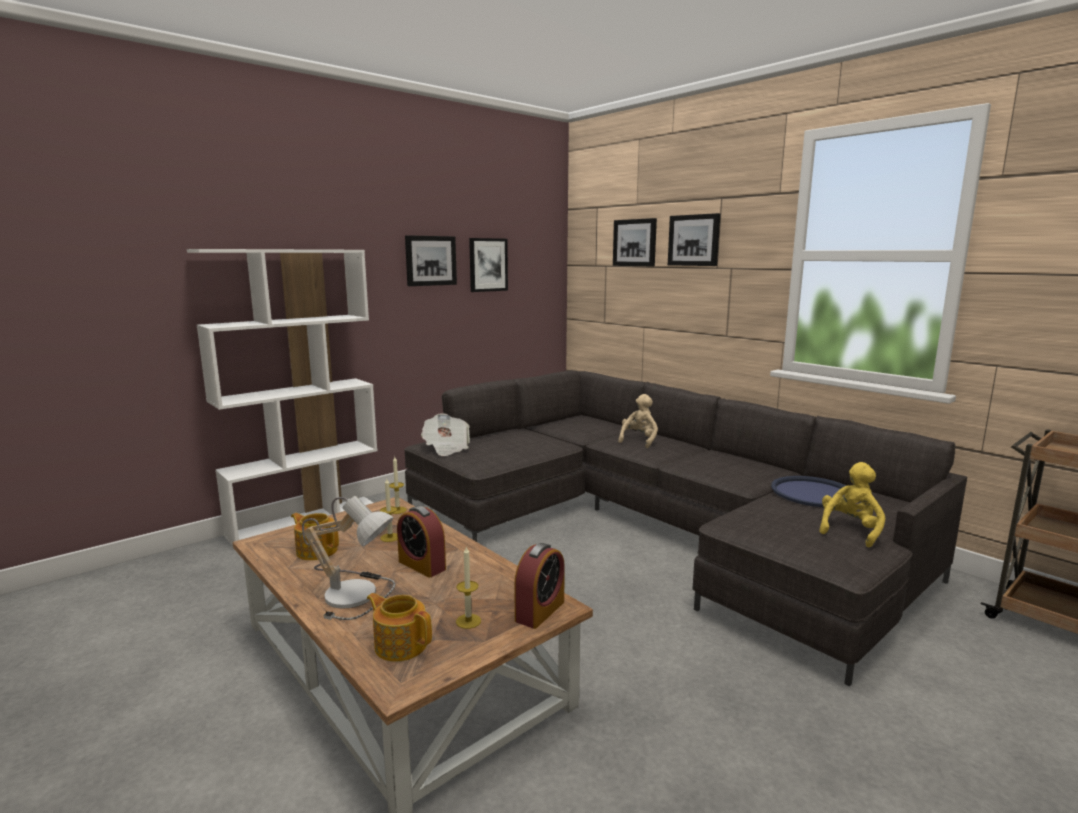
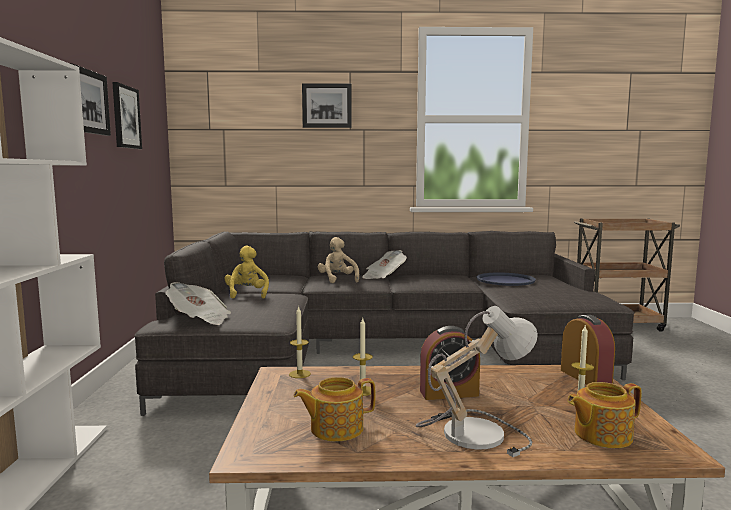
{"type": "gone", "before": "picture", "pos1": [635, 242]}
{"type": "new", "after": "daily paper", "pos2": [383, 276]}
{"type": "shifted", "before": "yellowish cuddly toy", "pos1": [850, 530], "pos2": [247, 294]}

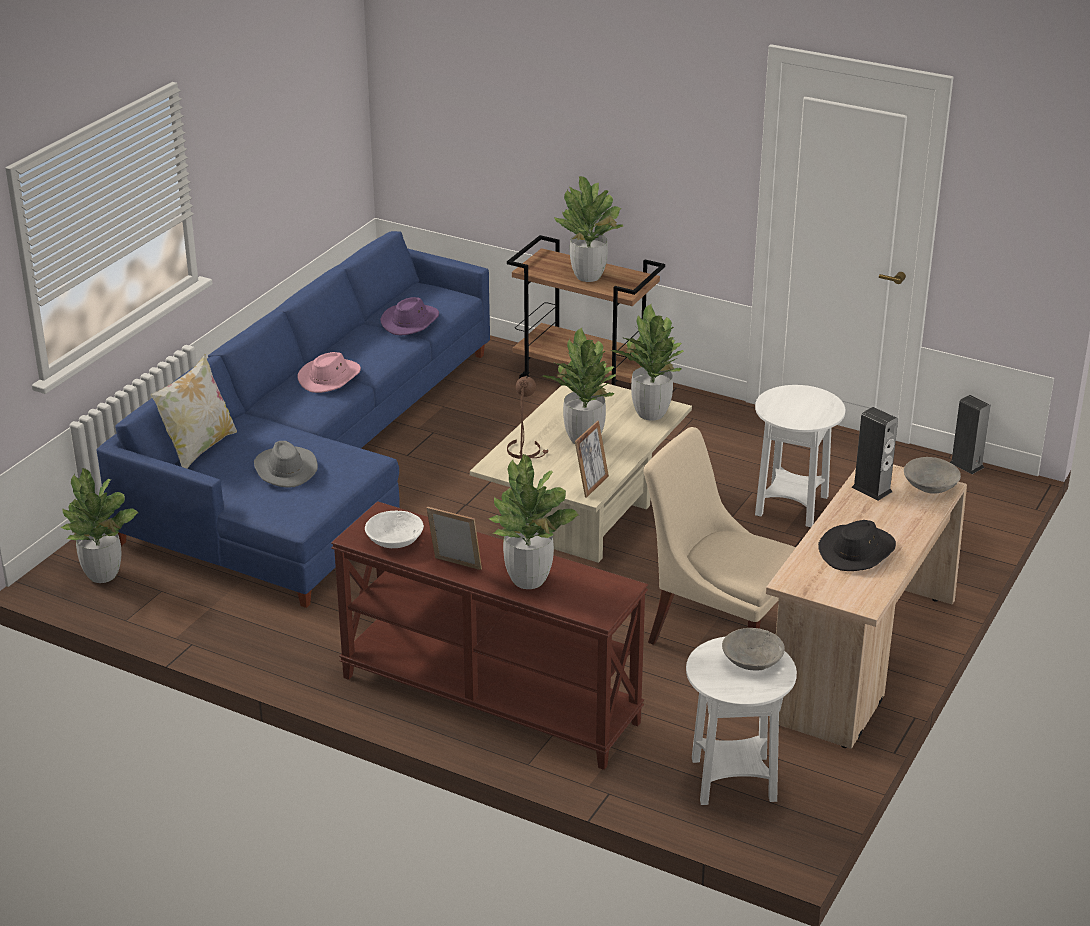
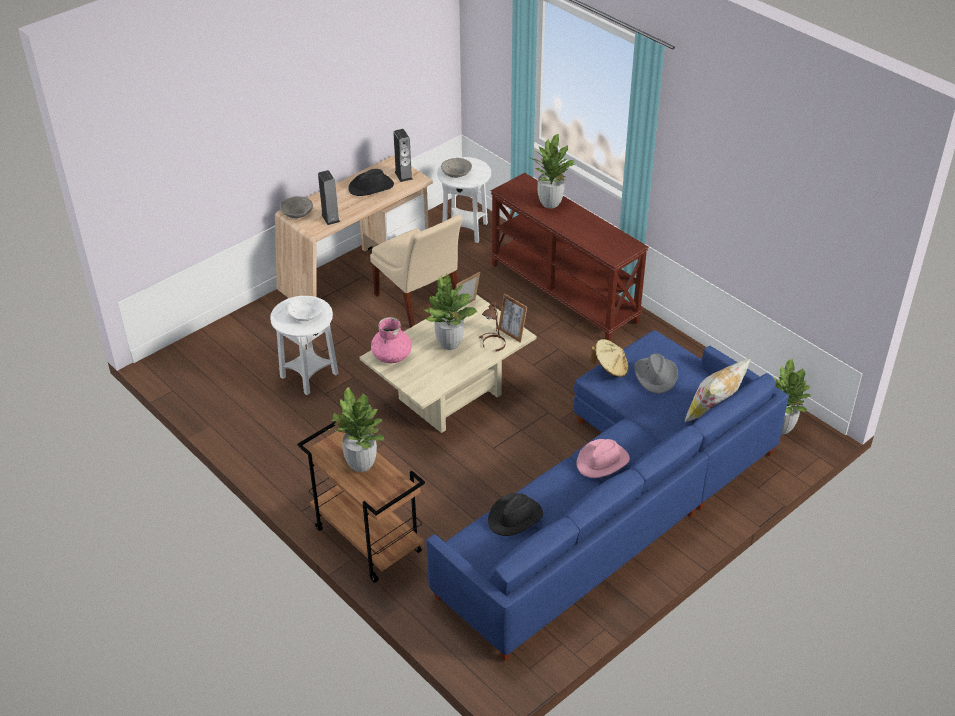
{"type": "new", "after": "beige wearable hat", "pos2": [610, 368]}
{"type": "shifted", "before": "whitish serving bowl", "pos1": [394, 541], "pos2": [306, 315]}
{"type": "shifted", "before": "standing frame", "pos1": [455, 567], "pos2": [512, 333]}
{"type": "shifted", "before": "loudspeaker", "pos1": [966, 465], "pos2": [403, 175]}
{"type": "swapped", "before": "houseplant", "after": "pink-coloured decorative vase", "pos1": [650, 413], "pos2": [392, 355]}
{"type": "repainted", "before": "purple-coloured wearable hat", "after": "black-coloured wearable hat", "pos1": [410, 321], "pos2": [515, 517]}

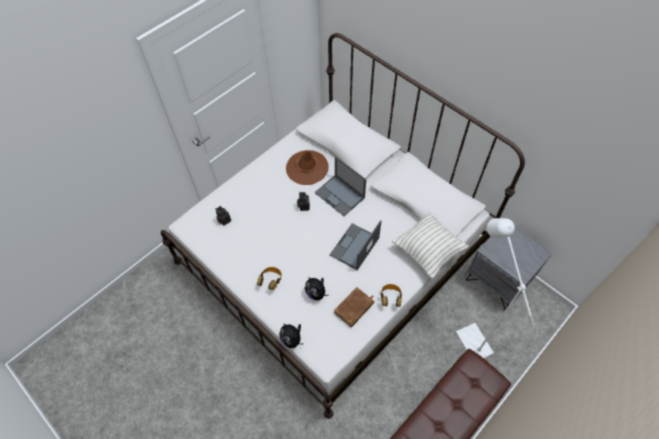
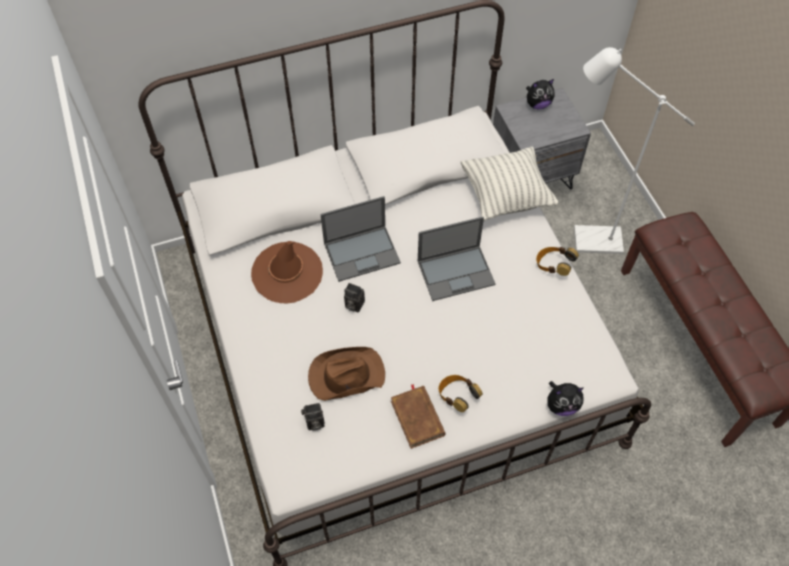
{"type": "new", "after": "brown wearable hat", "pos2": [345, 375]}
{"type": "shifted", "before": "cuddly toy", "pos1": [316, 293], "pos2": [537, 104]}
{"type": "shifted", "before": "brown bound book", "pos1": [354, 308], "pos2": [417, 418]}
{"type": "rotated", "before": "laptop", "pos1": [354, 247], "pos2": [456, 272], "turn": -75}

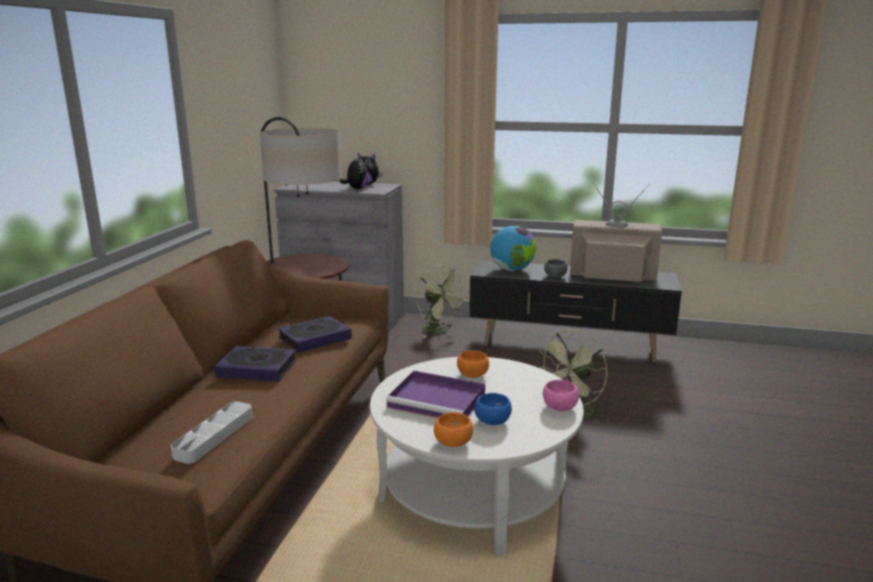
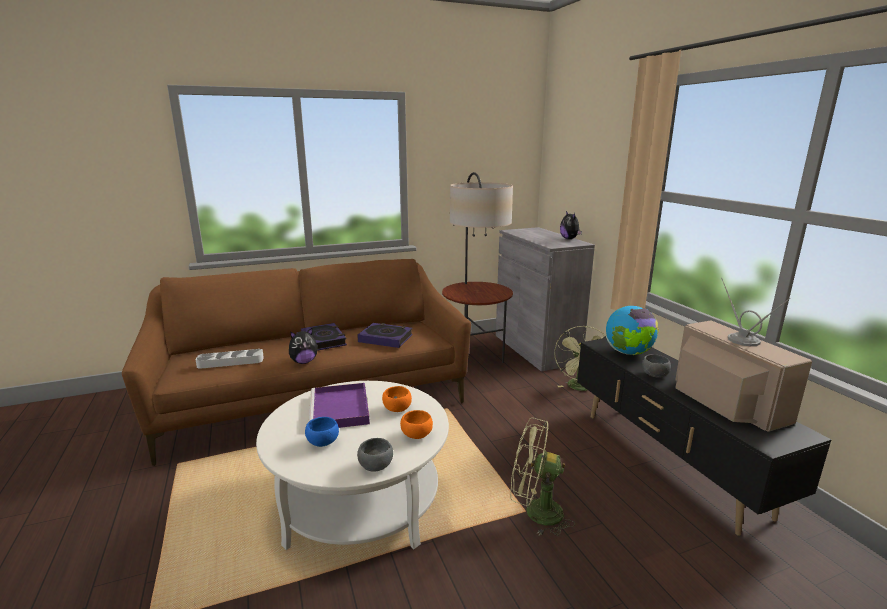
{"type": "shifted", "before": "cuddly toy", "pos1": [356, 189], "pos2": [304, 362]}
{"type": "shifted", "before": "orange-coloured serving bowl", "pos1": [454, 443], "pos2": [416, 435]}
{"type": "repainted", "before": "pink-coloured serving bowl", "after": "greyish serving bowl", "pos1": [558, 407], "pos2": [376, 465]}

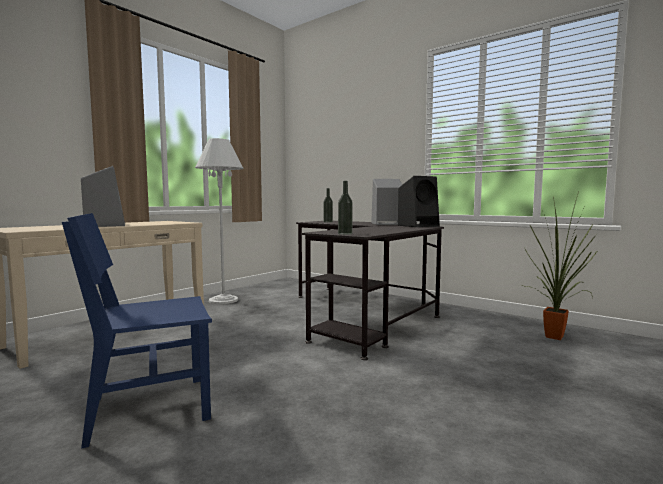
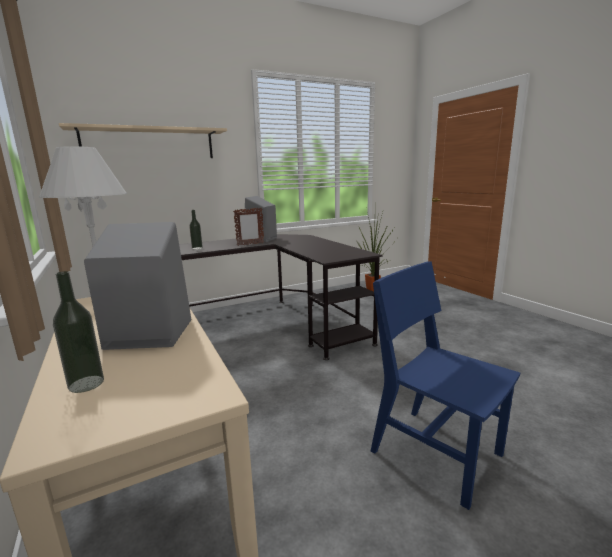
{"type": "gone", "before": "black-coloured loudspeaker", "pos1": [419, 226]}
{"type": "new", "after": "beige wall shelf", "pos2": [149, 144]}
{"type": "new", "after": "standing frame", "pos2": [250, 244]}
{"type": "shifted", "before": "drink bottle", "pos1": [345, 234], "pos2": [86, 384]}
{"type": "rotated", "before": "blue-coloured upright chair", "pos1": [149, 408], "pos2": [436, 452], "turn": 135}

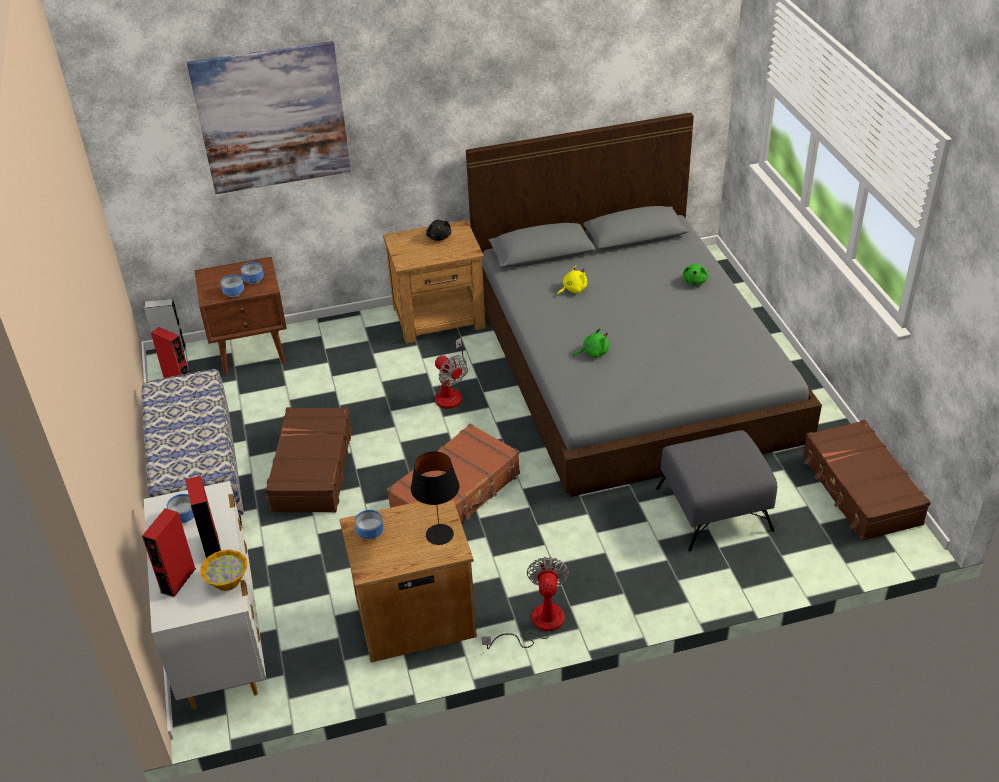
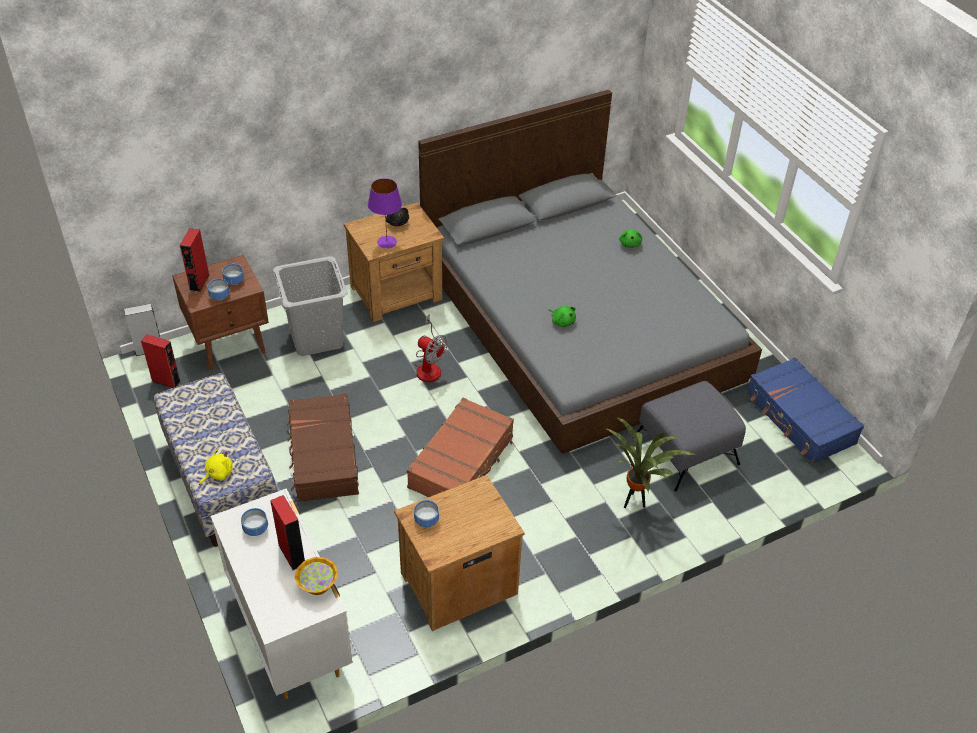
{"type": "gone", "before": "picture", "pos1": [272, 118]}
{"type": "gone", "before": "black-coloured table lamp", "pos1": [439, 534]}
{"type": "gone", "before": "cooling fan", "pos1": [537, 624]}
{"type": "new", "after": "greyish laundry basket", "pos2": [316, 337]}
{"type": "new", "after": "purple-coloured table lamp", "pos2": [387, 242]}
{"type": "new", "after": "houseplant", "pos2": [634, 503]}
{"type": "shifted", "before": "red loudspeaker", "pos1": [178, 580], "pos2": [199, 282]}
{"type": "shifted", "before": "yellowish cuddly toy", "pos1": [573, 289], "pos2": [218, 473]}
{"type": "repainted", "before": "brown suitcase", "after": "blue-coloured suitcase", "pos1": [860, 490], "pos2": [799, 419]}
{"type": "rotated", "before": "greenish cuddly toy", "pos1": [593, 352], "pos2": [562, 321], "turn": 75}

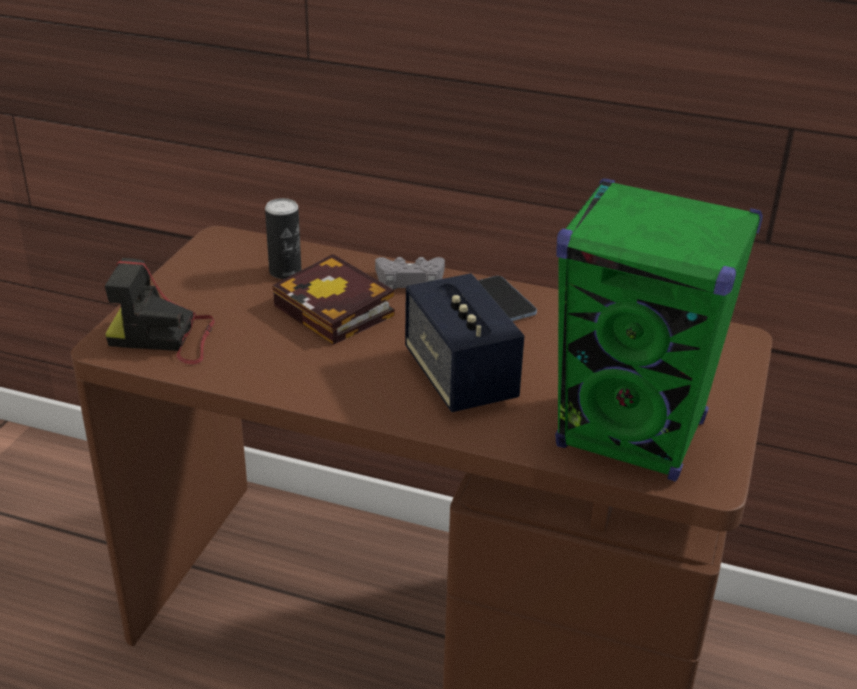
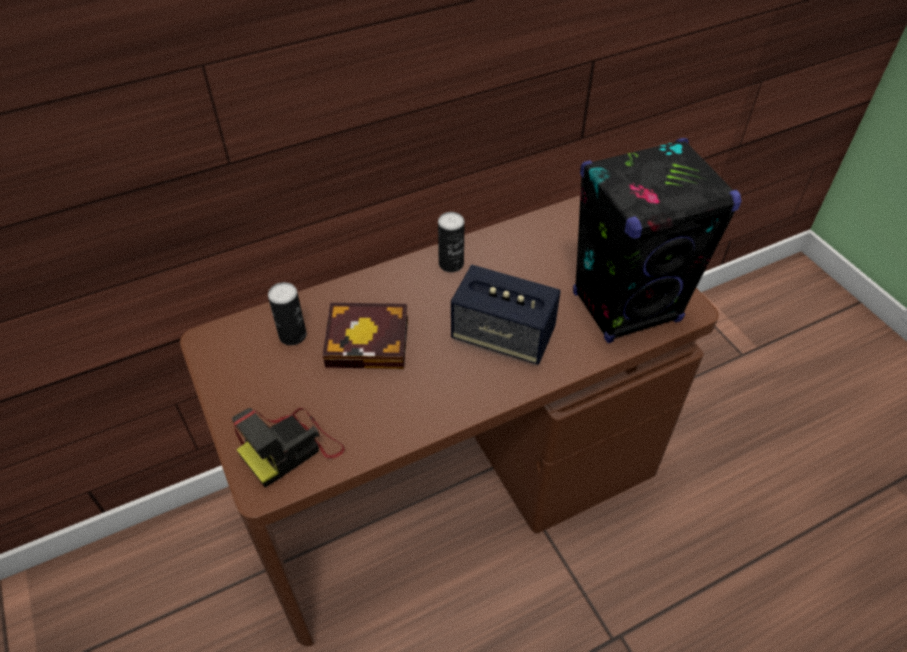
{"type": "gone", "before": "greyish gamepad", "pos1": [410, 281]}
{"type": "swapped", "before": "telephone", "after": "metal can", "pos1": [502, 301], "pos2": [451, 264]}
{"type": "repainted", "before": "greenish loudspeaker", "after": "black-coloured loudspeaker", "pos1": [632, 435], "pos2": [626, 307]}

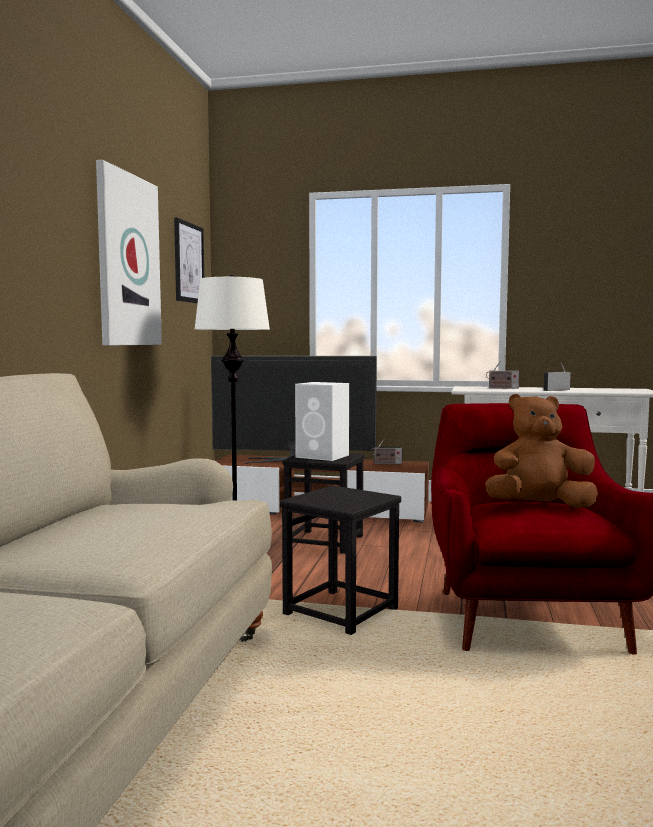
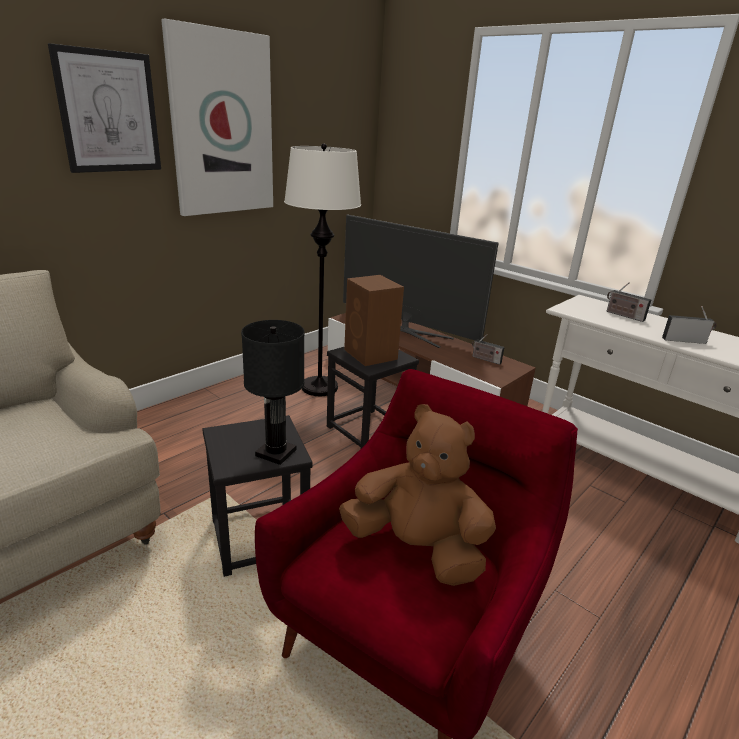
{"type": "new", "after": "black-coloured table lamp", "pos2": [275, 453]}
{"type": "shifted", "before": "picture", "pos1": [188, 263], "pos2": [109, 112]}
{"type": "repainted", "before": "whitish loudspeaker", "after": "brown loudspeaker", "pos1": [323, 456], "pos2": [371, 355]}

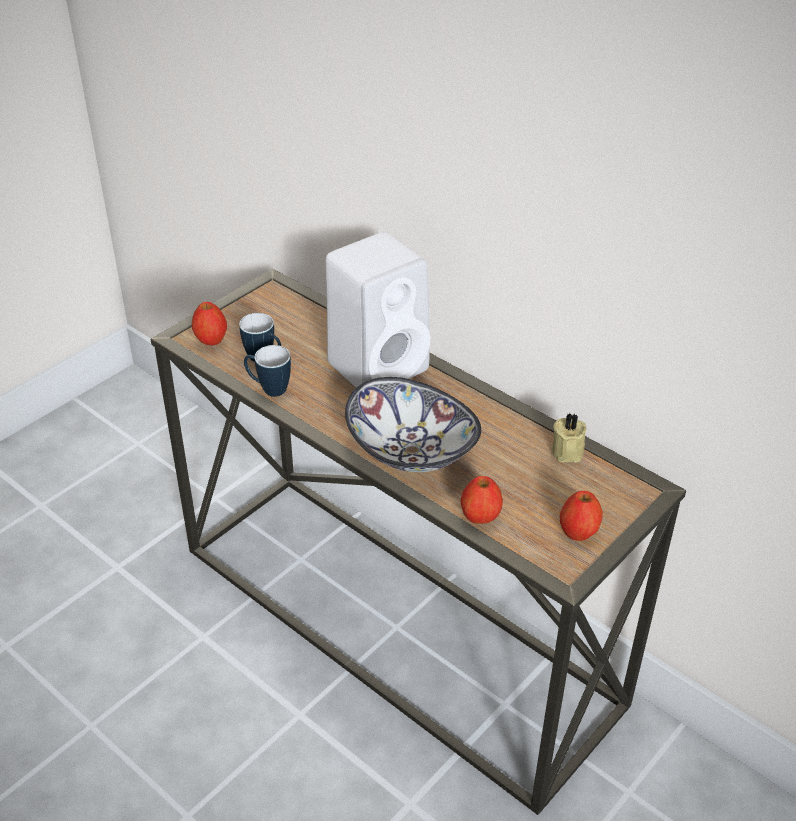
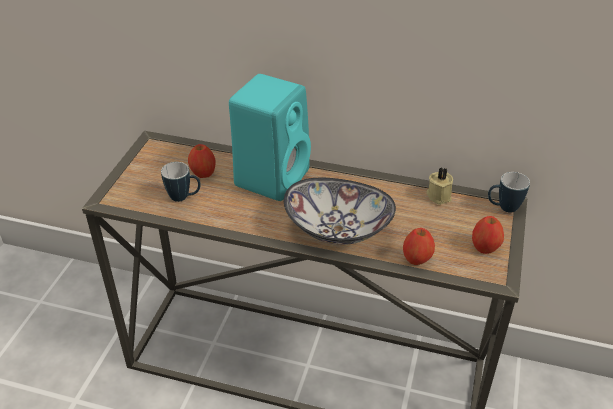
{"type": "shifted", "before": "apple", "pos1": [211, 340], "pos2": [203, 173]}
{"type": "shifted", "before": "tea mug", "pos1": [268, 389], "pos2": [503, 208]}
{"type": "repainted", "before": "whitish loudspeaker", "after": "turquoise-coloured loudspeaker", "pos1": [380, 365], "pos2": [272, 176]}

